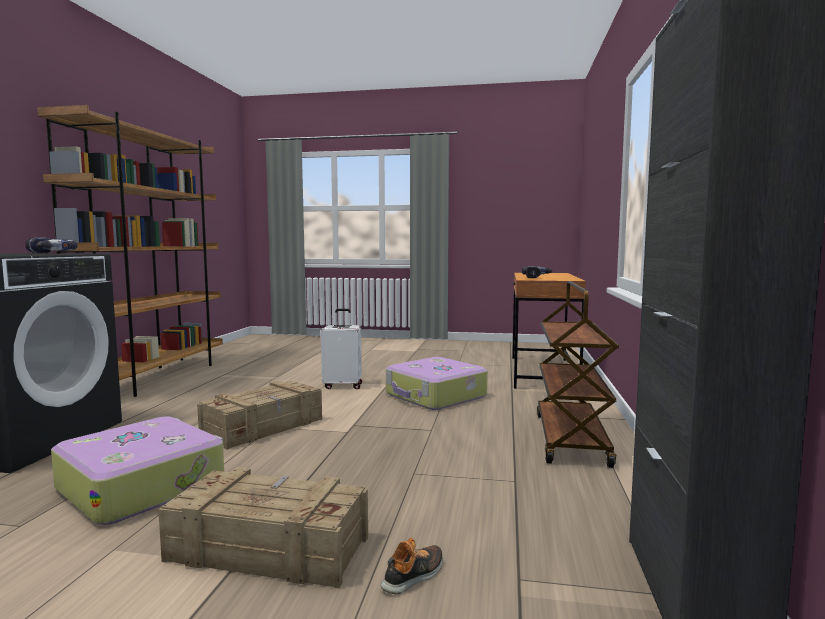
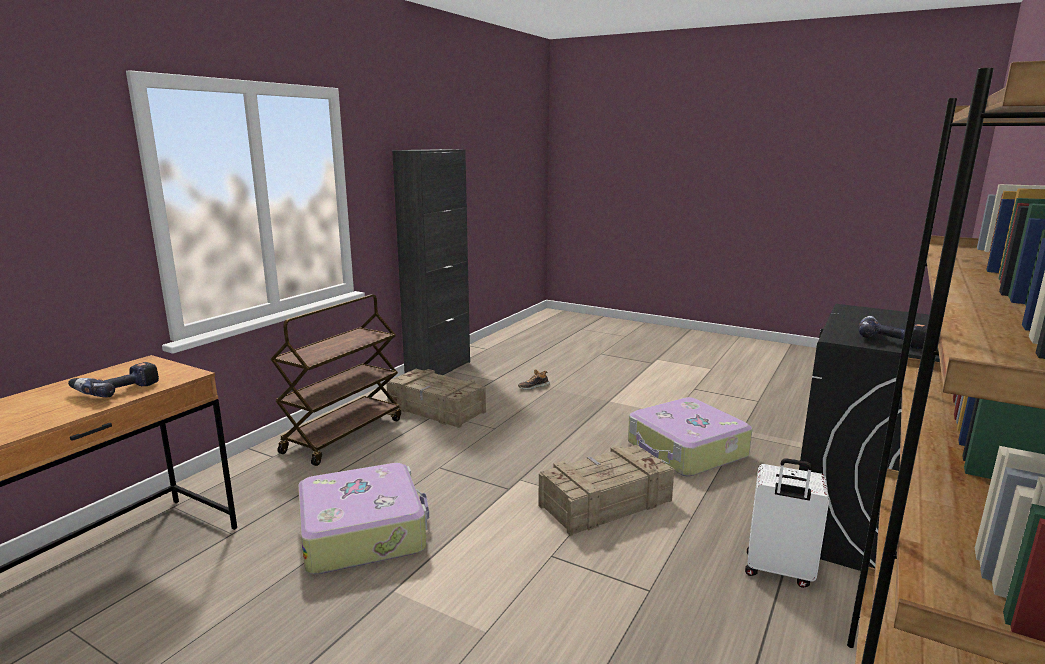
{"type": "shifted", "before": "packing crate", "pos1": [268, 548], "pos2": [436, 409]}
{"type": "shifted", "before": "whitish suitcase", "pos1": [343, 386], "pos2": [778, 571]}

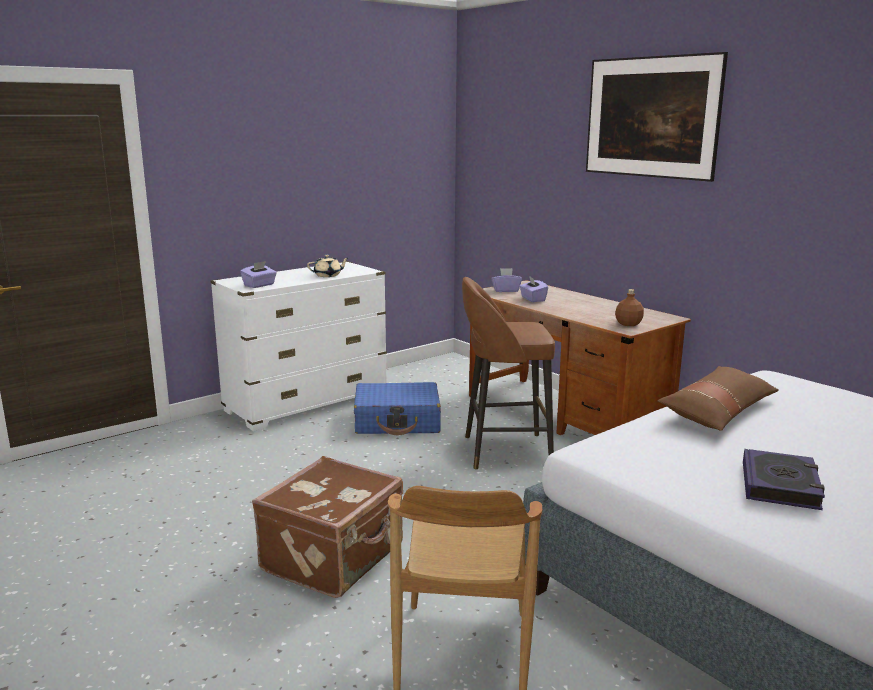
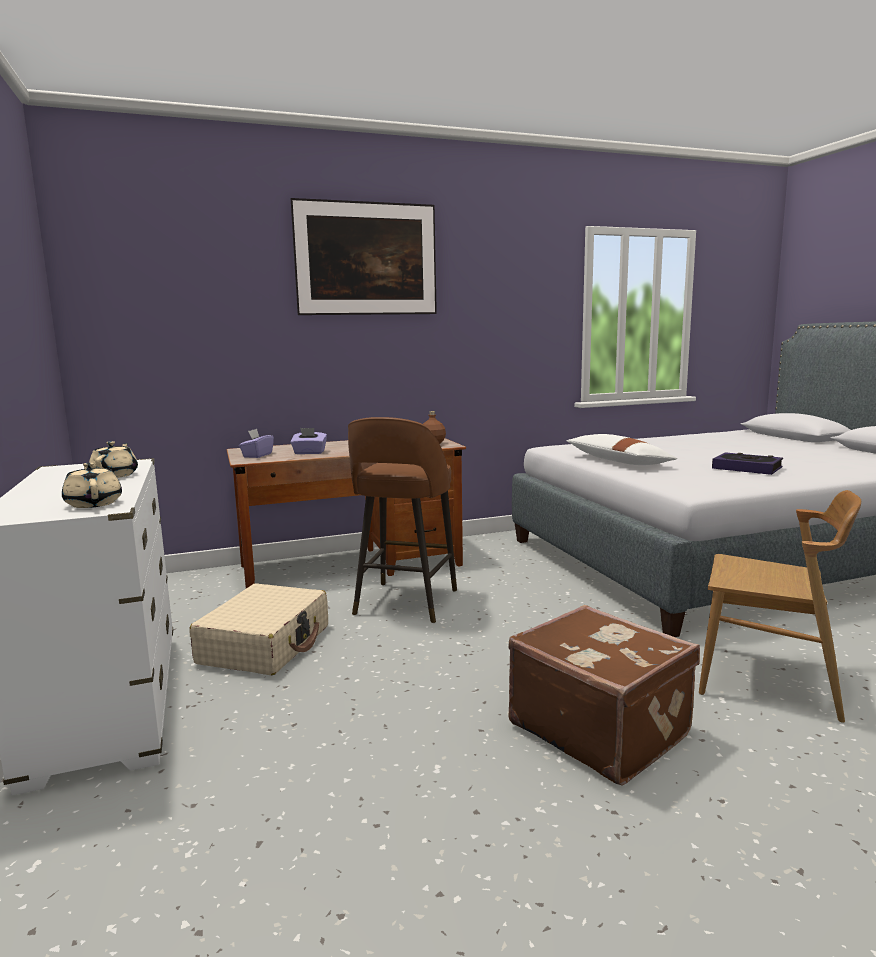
{"type": "swapped", "before": "purple-coloured box of tissues", "after": "beige teapot", "pos1": [259, 285], "pos2": [94, 503]}
{"type": "repainted", "before": "blue-coloured suitcase", "after": "beige suitcase", "pos1": [398, 421], "pos2": [265, 644]}
{"type": "repainted", "before": "brown throw pillow", "after": "whitish throw pillow", "pos1": [718, 411], "pos2": [618, 462]}

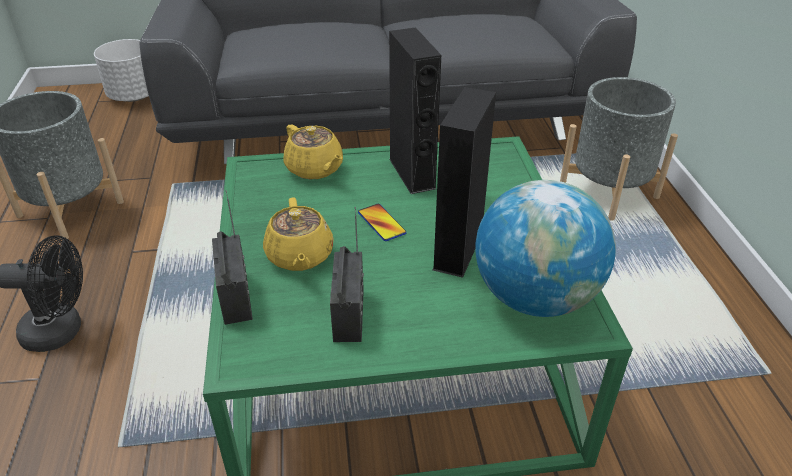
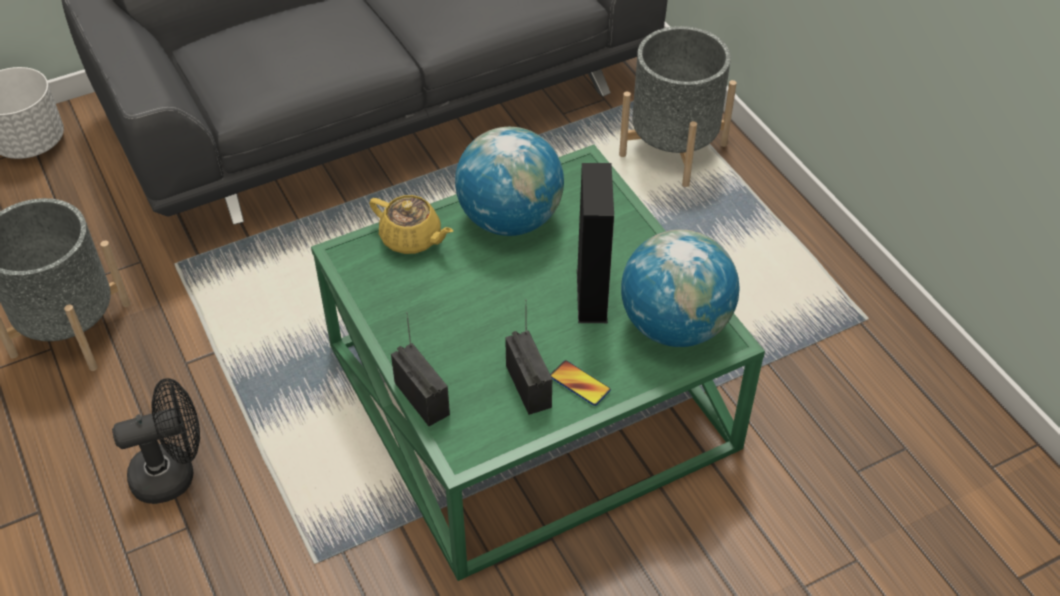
{"type": "gone", "before": "yellowish teapot", "pos1": [299, 256]}
{"type": "shifted", "before": "telephone", "pos1": [381, 223], "pos2": [579, 384]}
{"type": "swapped", "before": "black-coloured loudspeaker", "after": "globe", "pos1": [412, 173], "pos2": [510, 219]}

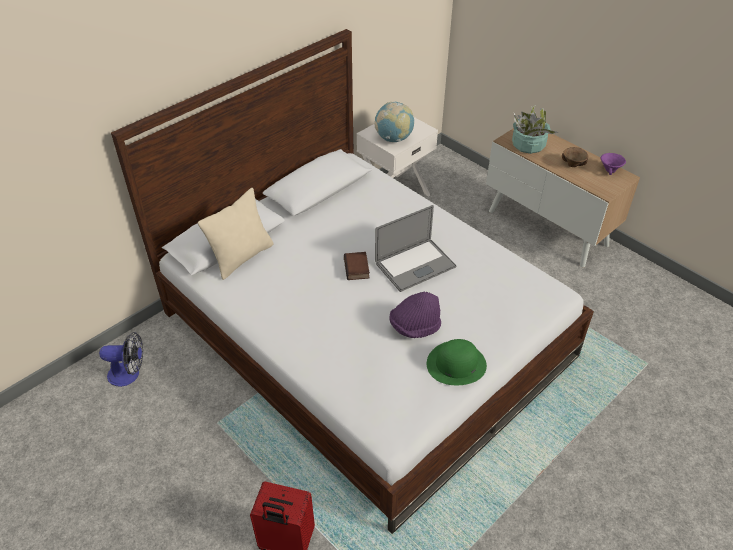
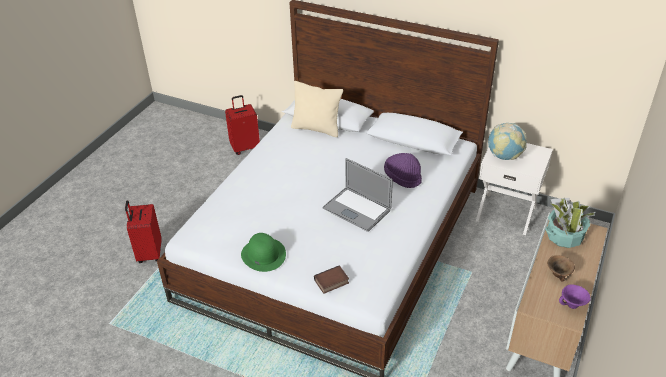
{"type": "shifted", "before": "bound book", "pos1": [357, 269], "pos2": [331, 282]}
{"type": "shifted", "before": "purple-coloured wearable hat", "pos1": [414, 326], "pos2": [402, 177]}
{"type": "swapped", "before": "cooling fan", "after": "red suitcase", "pos1": [129, 374], "pos2": [245, 147]}

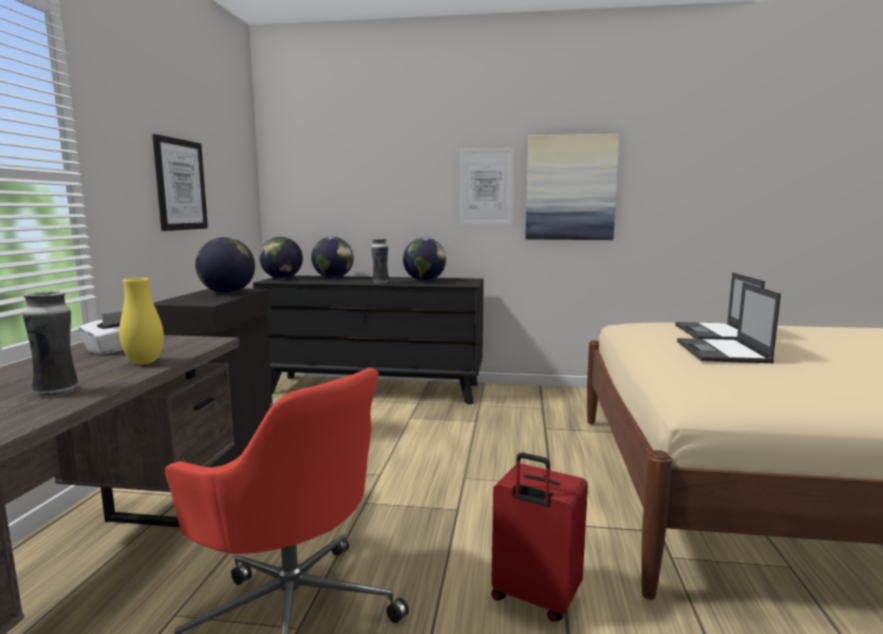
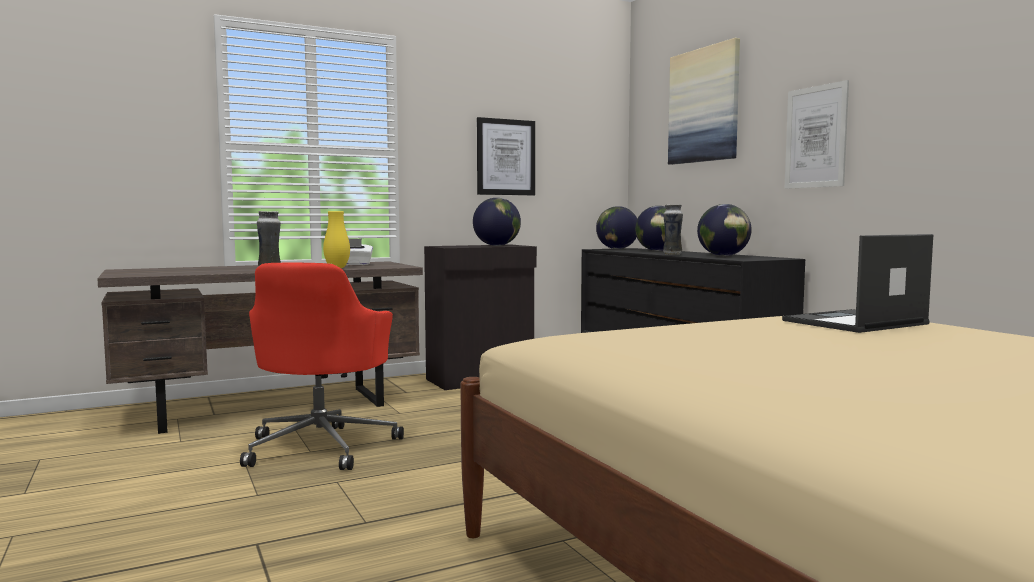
{"type": "gone", "before": "red suitcase", "pos1": [534, 598]}
{"type": "gone", "before": "laptop", "pos1": [722, 352]}
{"type": "shifted", "before": "picture", "pos1": [570, 188], "pos2": [704, 105]}

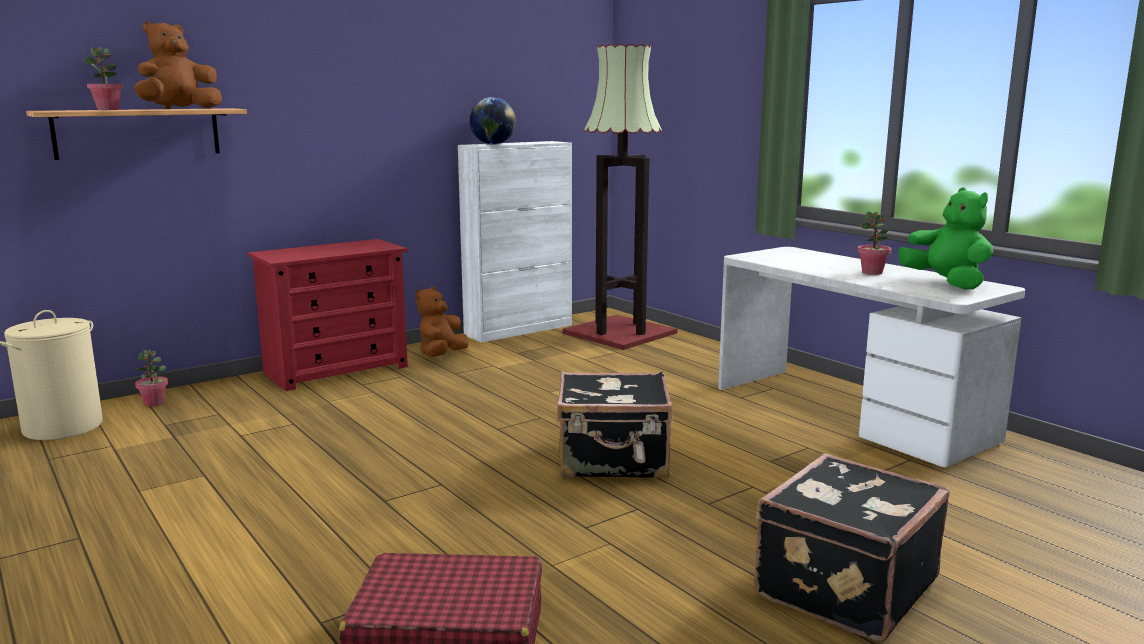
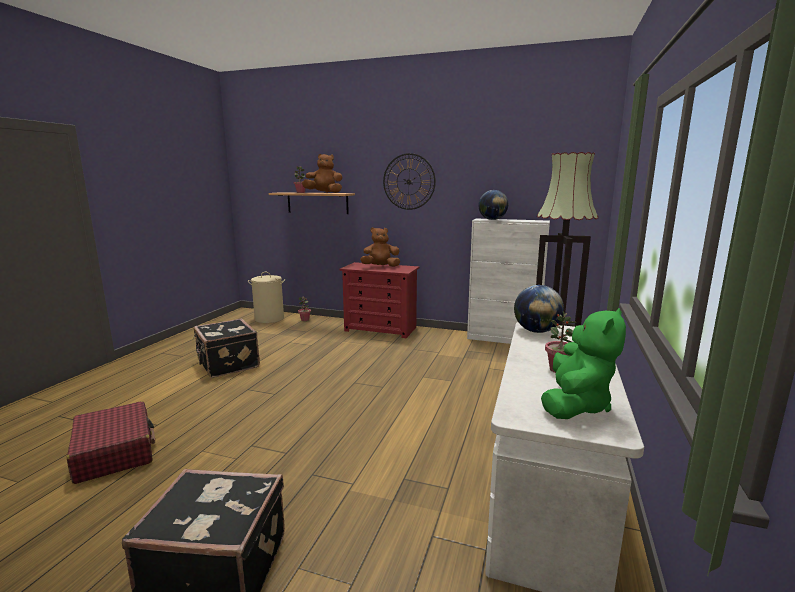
{"type": "new", "after": "clock on the wall", "pos2": [409, 181]}
{"type": "new", "after": "globe", "pos2": [536, 331]}
{"type": "shifted", "before": "brown cuddly toy", "pos1": [441, 355], "pos2": [380, 267]}
{"type": "shifted", "before": "black-coloured suitcase", "pos1": [613, 461], "pos2": [227, 364]}

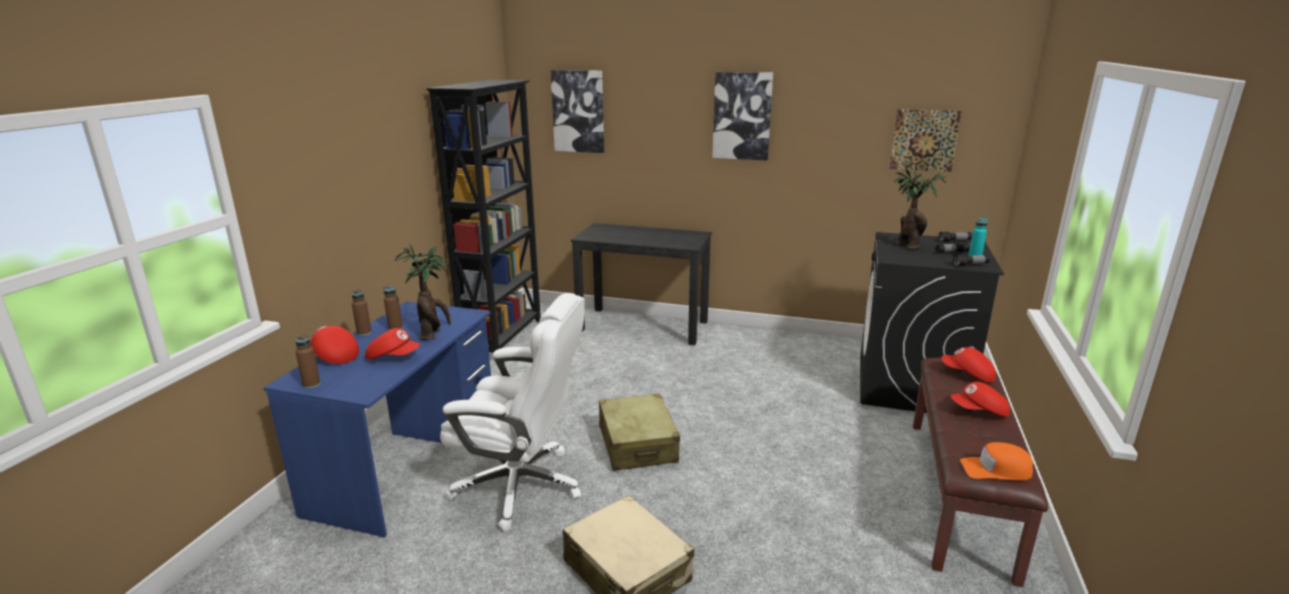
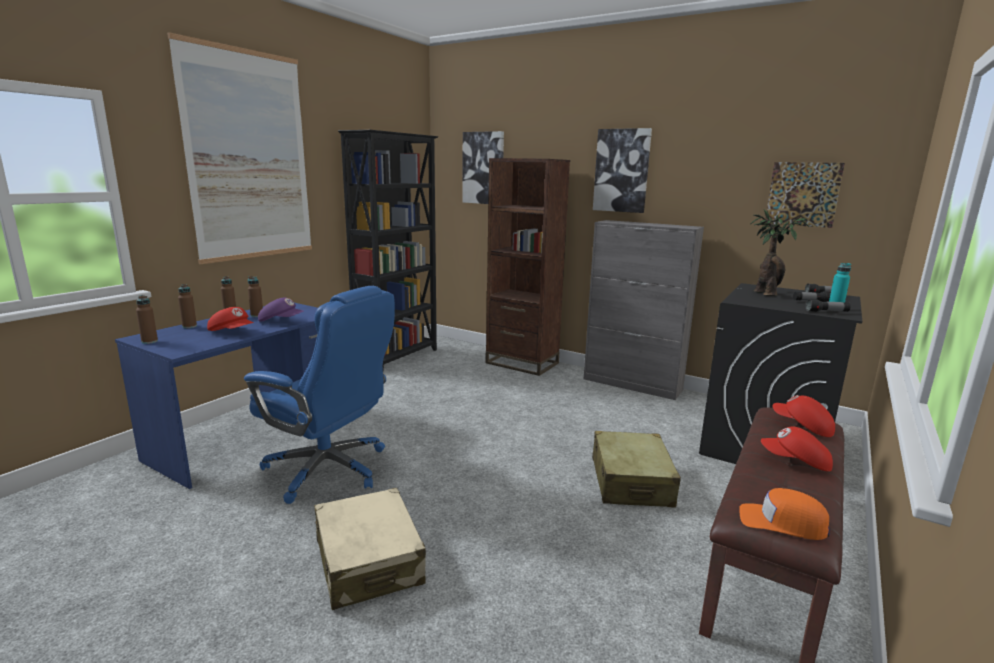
{"type": "new", "after": "picture", "pos2": [249, 157]}
{"type": "new", "after": "greyish storage cabinet", "pos2": [632, 384]}
{"type": "shifted", "before": "beige suitcase", "pos1": [637, 444], "pos2": [631, 482]}
{"type": "swapped", "before": "red baseball cap", "after": "brown drink bottle", "pos1": [333, 356], "pos2": [189, 326]}
{"type": "swapped", "before": "houseplant", "after": "purple-coloured baseball cap", "pos1": [433, 333], "pos2": [281, 321]}
{"type": "swapped", "before": "black-coloured desk unit", "after": "brown bookshelf", "pos1": [643, 326], "pos2": [522, 363]}
{"type": "repainted", "before": "whitish computer chair", "after": "blue-coloured computer chair", "pos1": [521, 485], "pos2": [329, 469]}

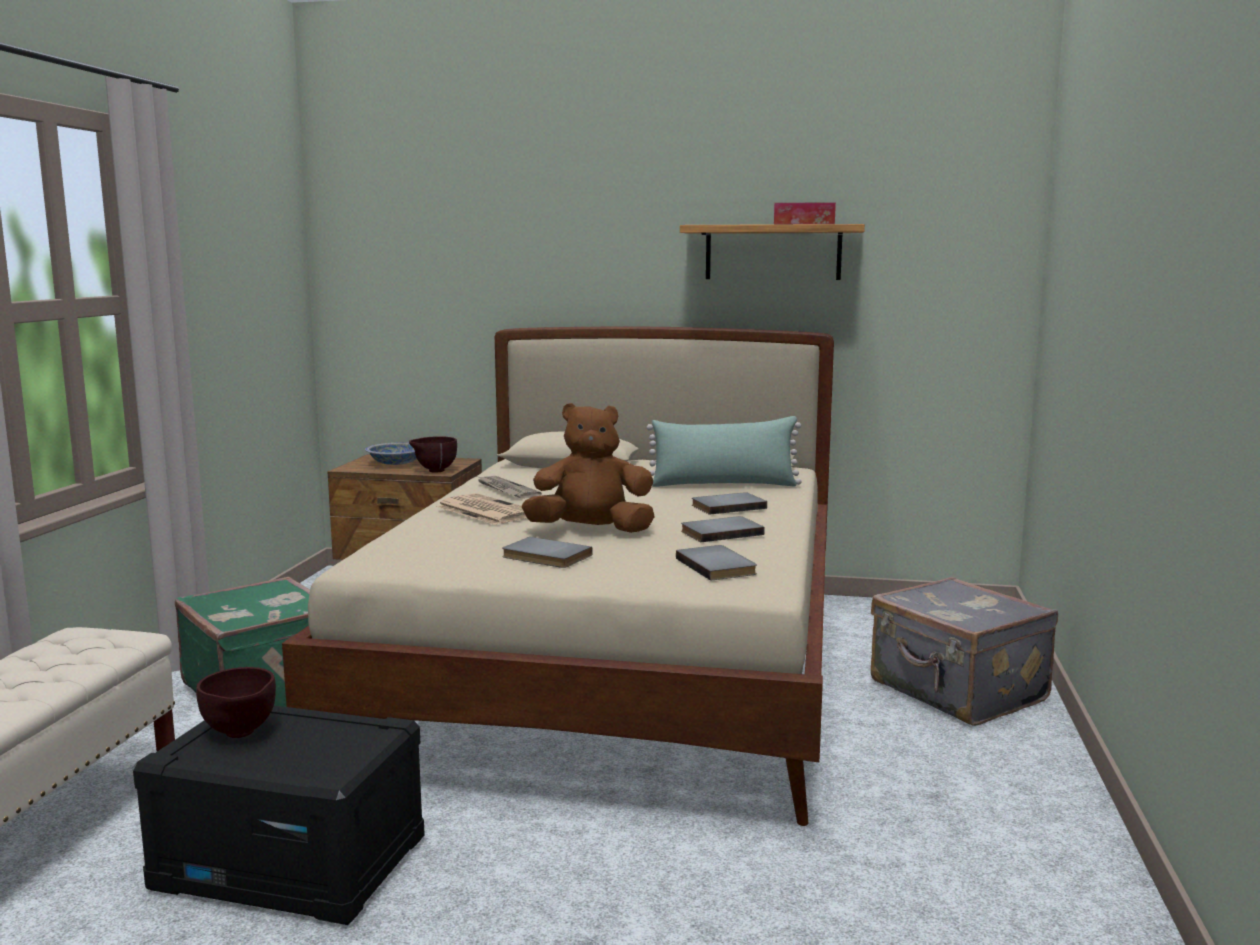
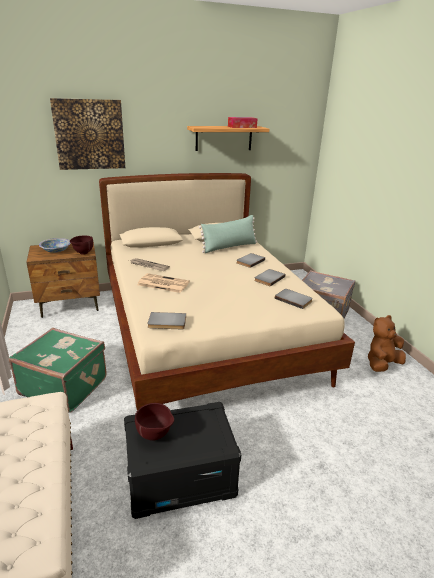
{"type": "new", "after": "picture", "pos2": [89, 134]}
{"type": "shifted", "before": "greyish bound book", "pos1": [545, 557], "pos2": [167, 323]}
{"type": "shifted", "before": "brown cuddly toy", "pos1": [591, 531], "pos2": [382, 364]}

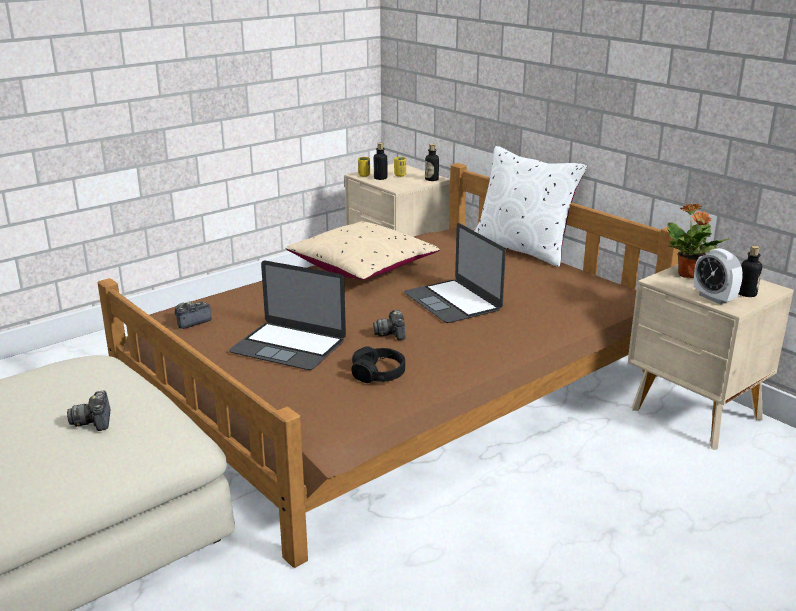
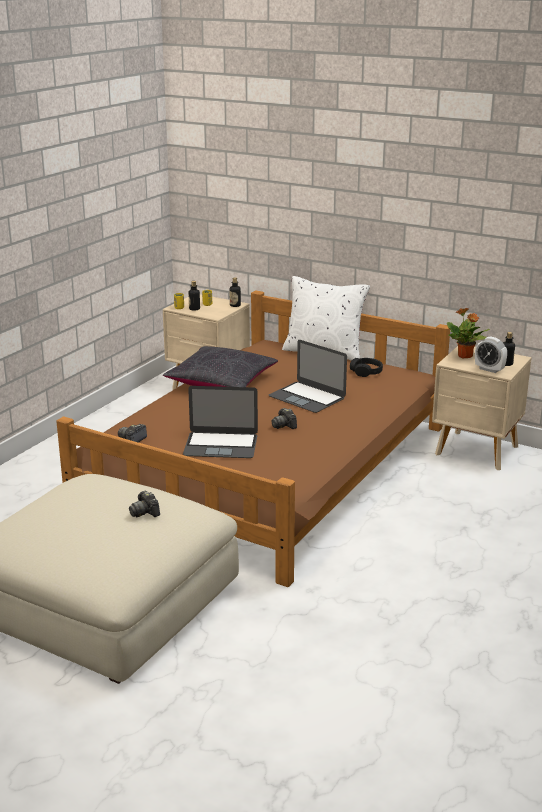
{"type": "shifted", "before": "black-coloured headphones", "pos1": [378, 373], "pos2": [366, 372]}
{"type": "repainted", "before": "beige throw pillow", "after": "black-coloured throw pillow", "pos1": [362, 267], "pos2": [221, 382]}

